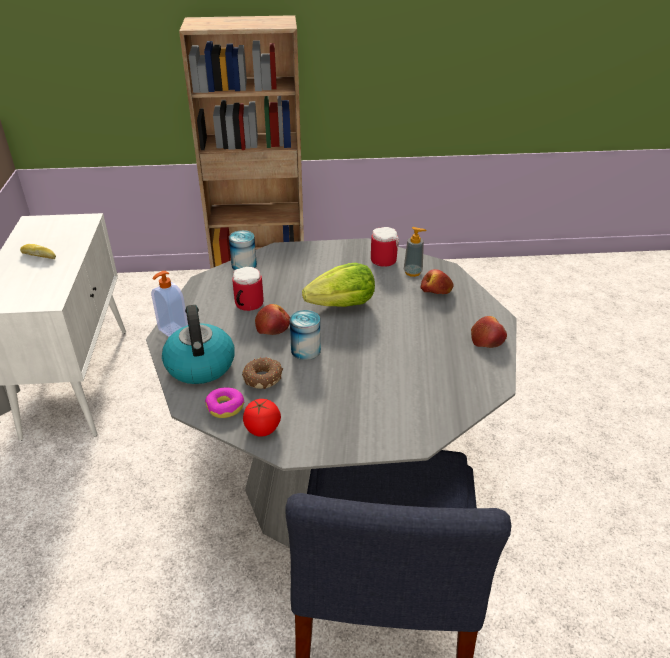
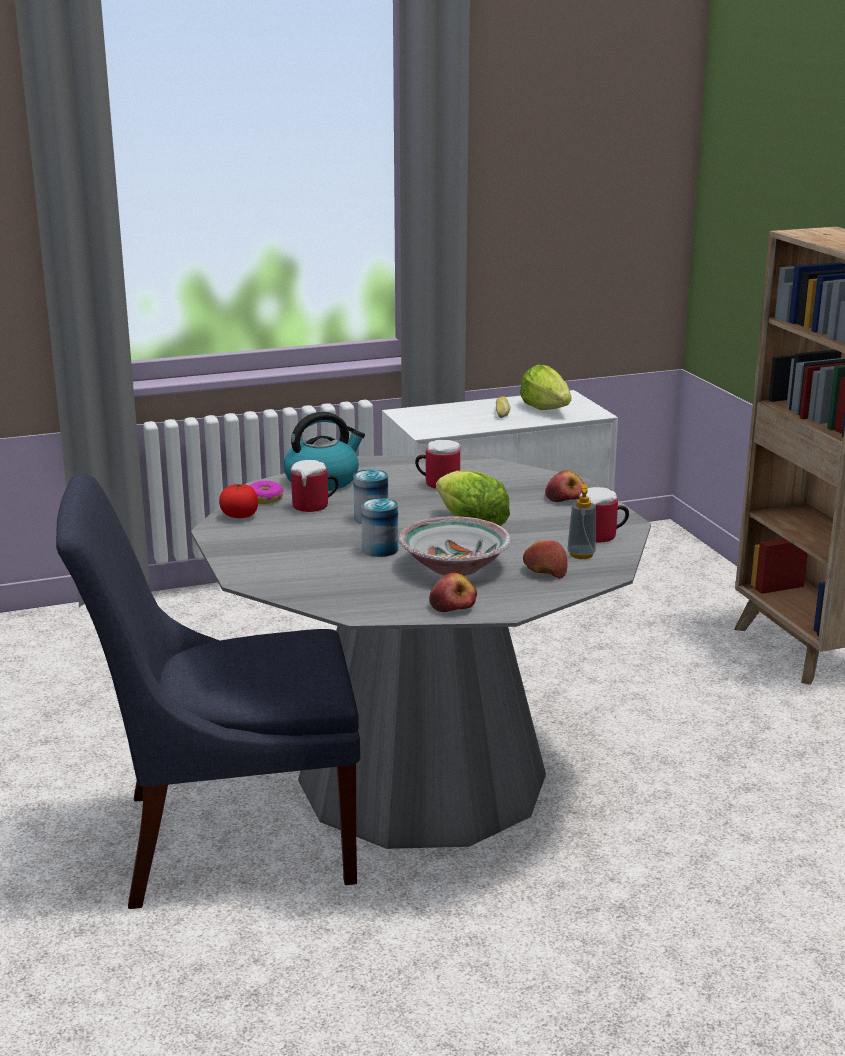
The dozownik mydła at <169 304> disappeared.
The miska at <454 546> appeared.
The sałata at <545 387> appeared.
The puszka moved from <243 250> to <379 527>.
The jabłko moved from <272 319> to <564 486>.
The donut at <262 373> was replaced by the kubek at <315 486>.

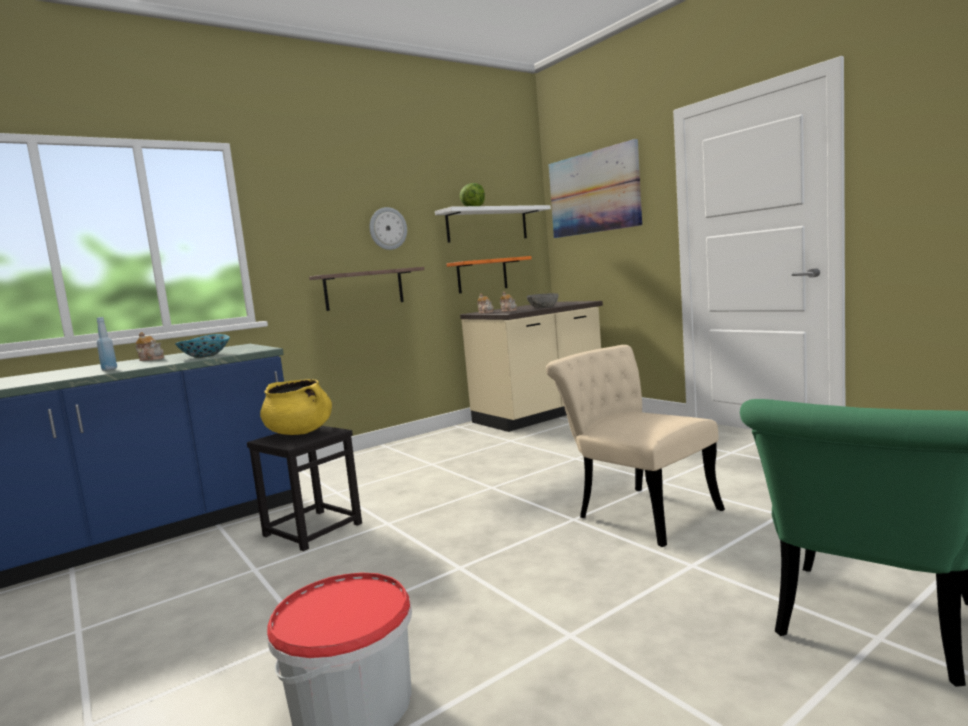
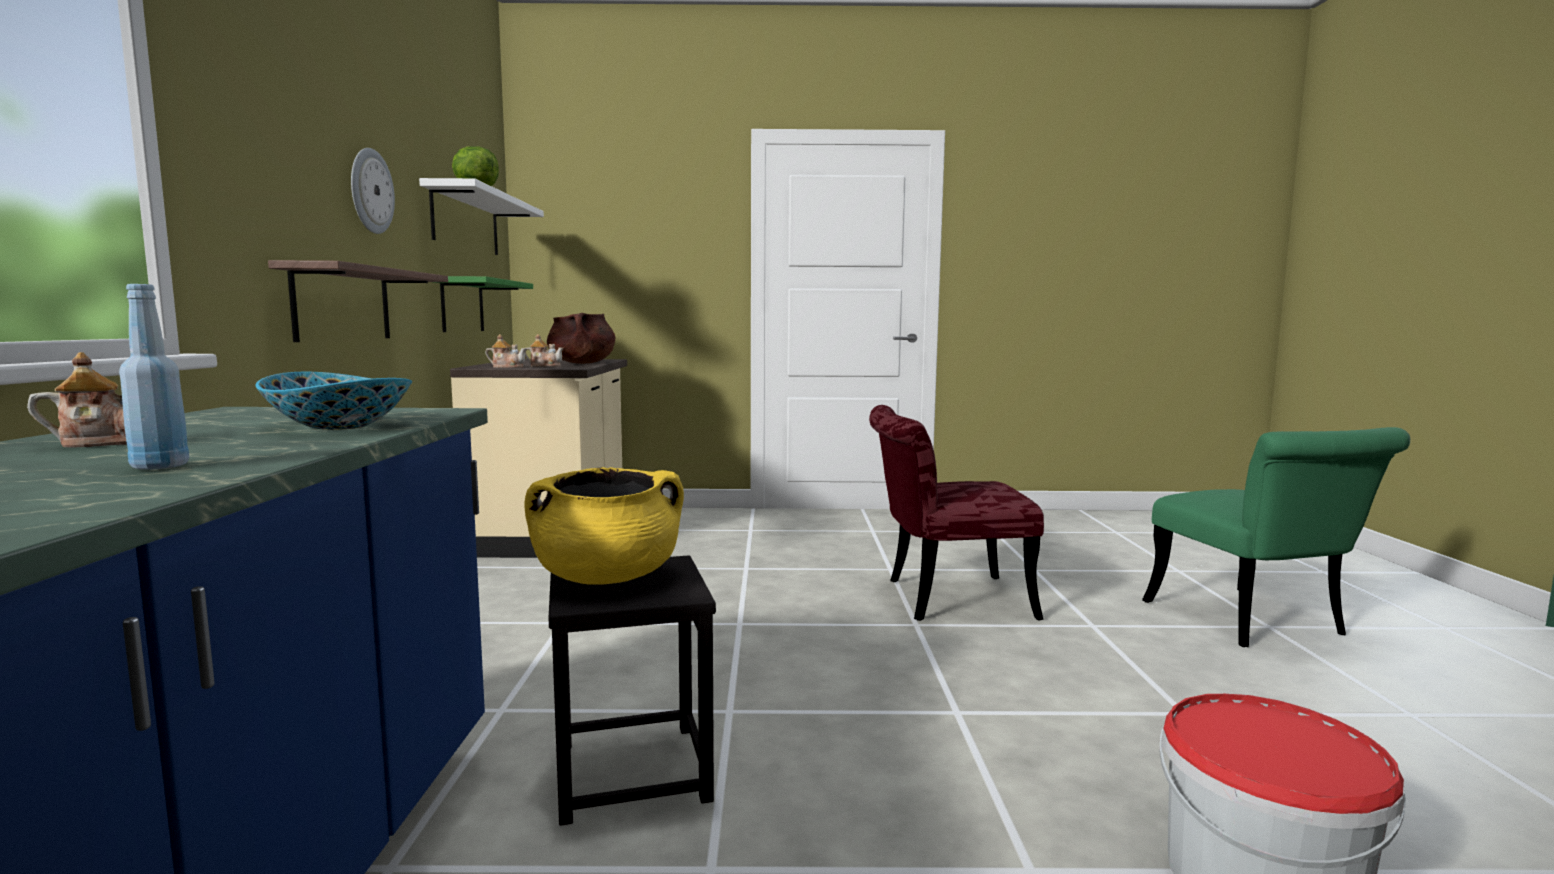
The obraz at <595 188> disappeared.
The miska (szary) at <543 300> was replaced by the garnek (brązowy) at <581 338>.
The półka (pomarańczowy) at <489 274> became the półka (zielony) at <483 304>.
The krzesło (beżowy) at <635 446> became the krzesło (czerwony) at <956 513>.

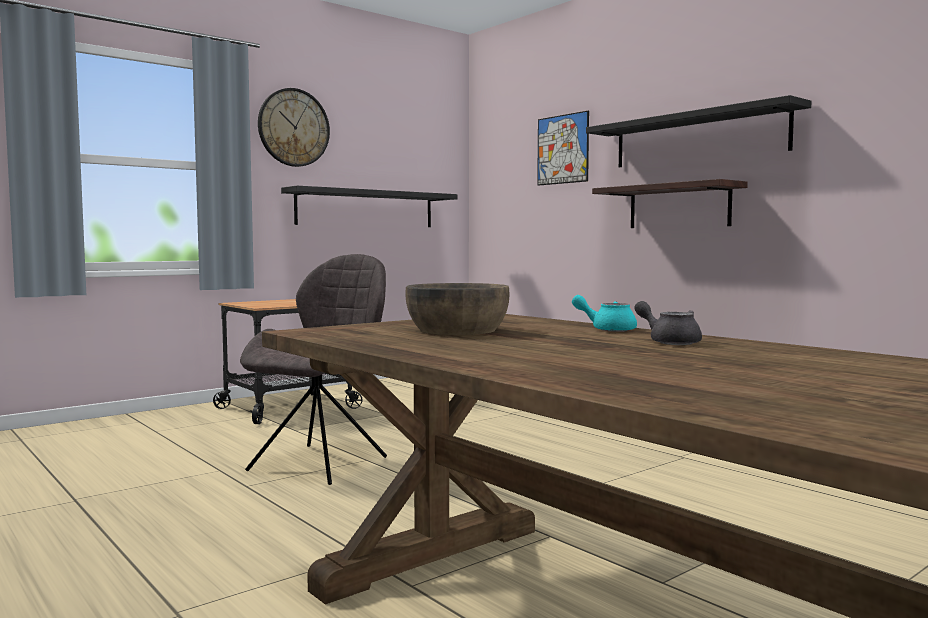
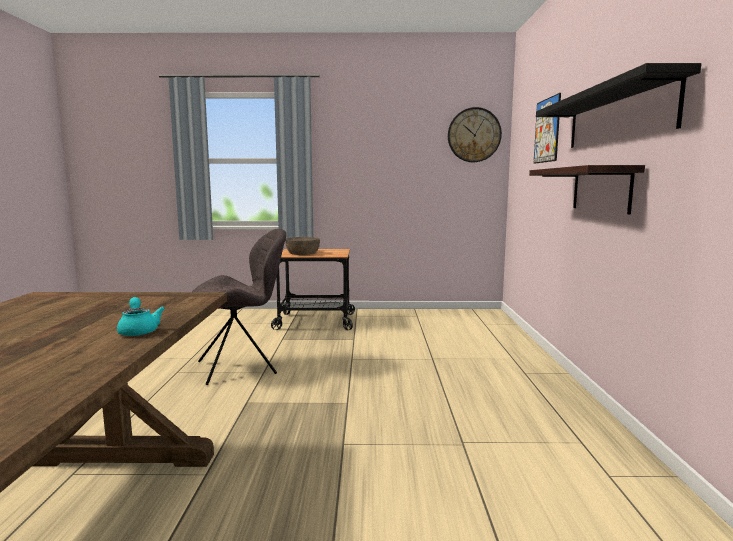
The półka (czarny) at <369 206> disappeared.
The imbryk (szary) at <668 323> disappeared.
The zegar ścienny moved from <294 127> to <475 134>.
The miska (brązowy) moved from <457 309> to <302 246>.

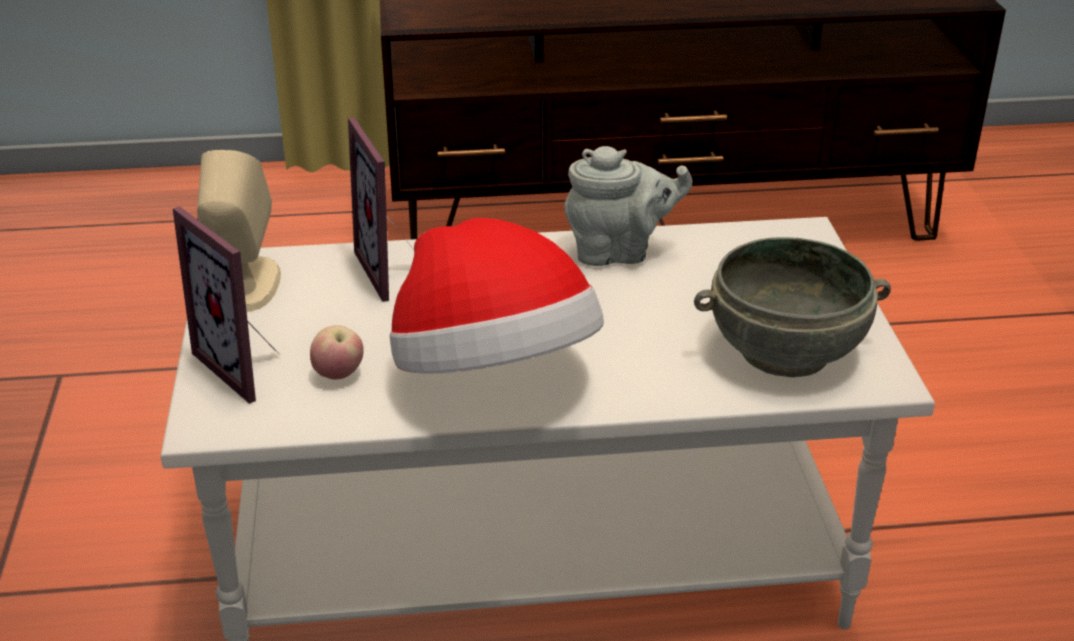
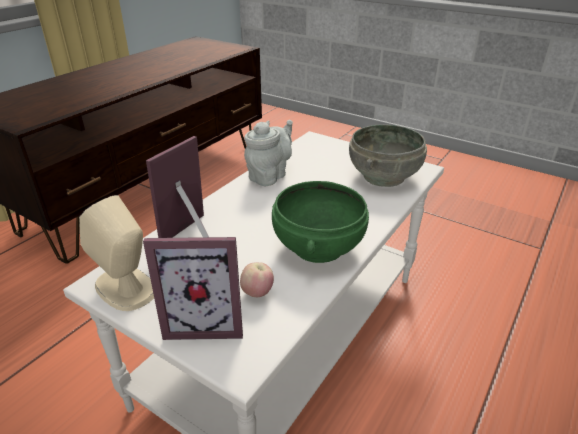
The kapelusz at <497 296> was replaced by the miska (zielony) at <320 222>.
The ramka na zdjęcie at <381 209> turned 105 degrees clockwise.

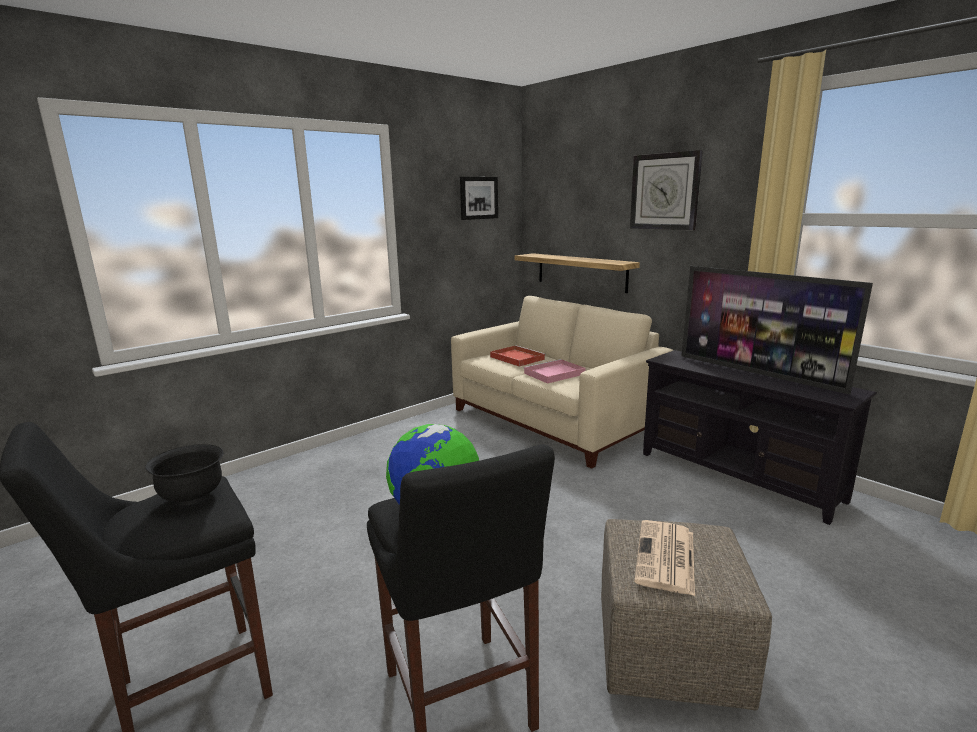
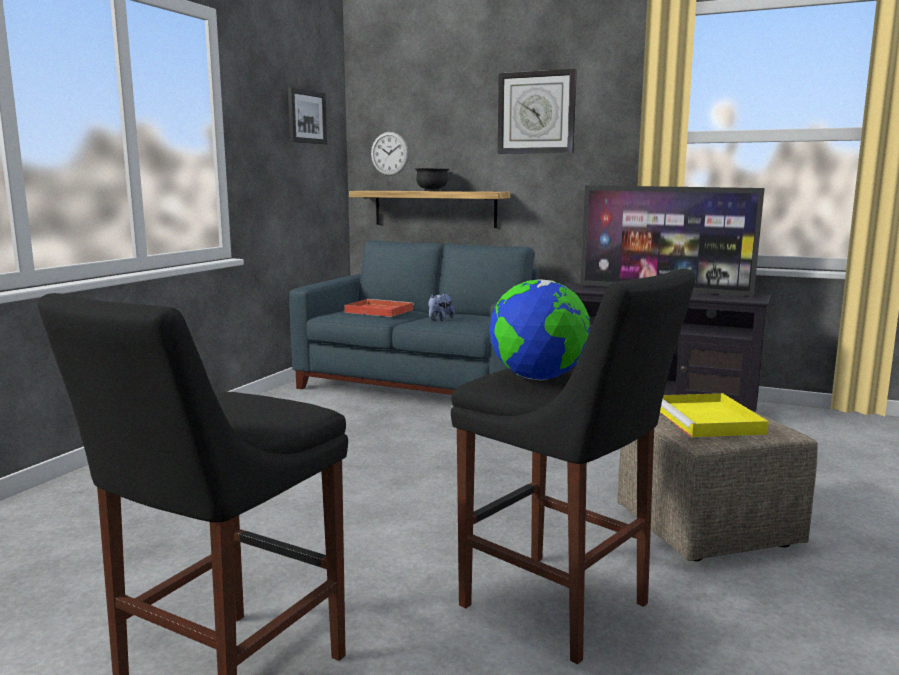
The zegar ścienny at <390 154> appeared.
The miska (czarny) moved from <184 474> to <432 179>.
The taca (różowy) at <554 371> was replaced by the pluszak at <441 307>.
The gazeta at <664 558> was replaced by the taca (żółty) at <714 415>.
The kanapa (beżowy) at <562 382> became the kanapa (niebieski) at <414 317>.

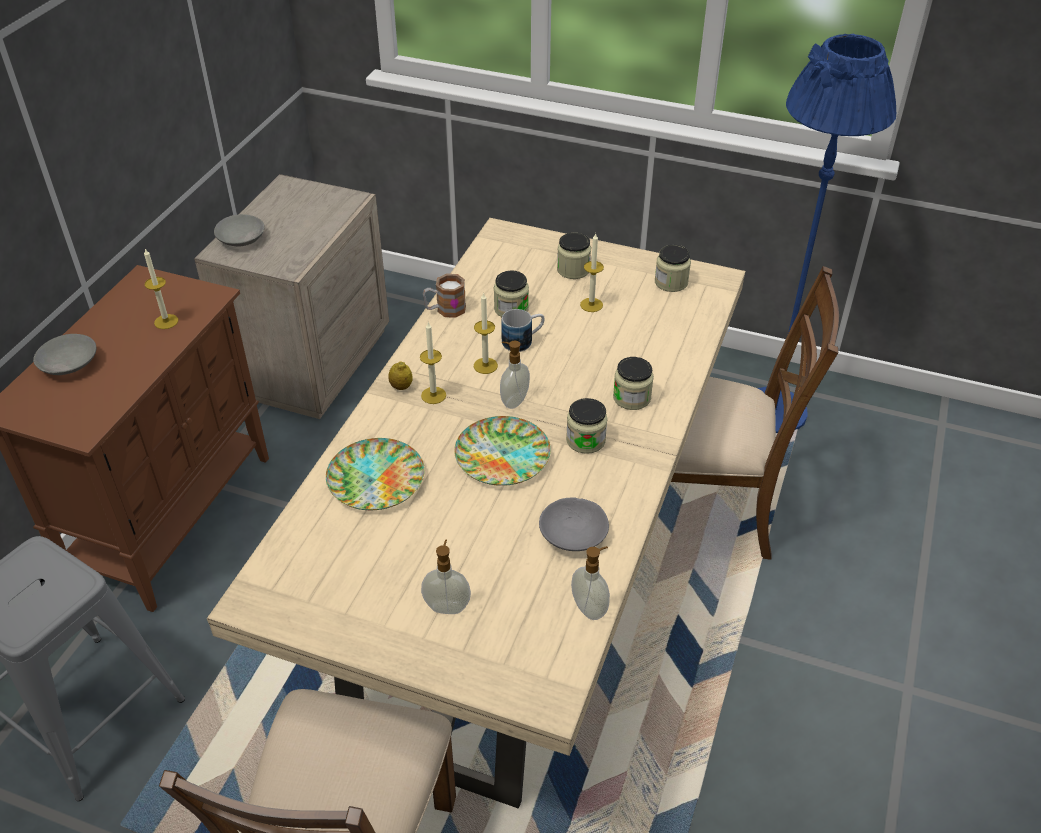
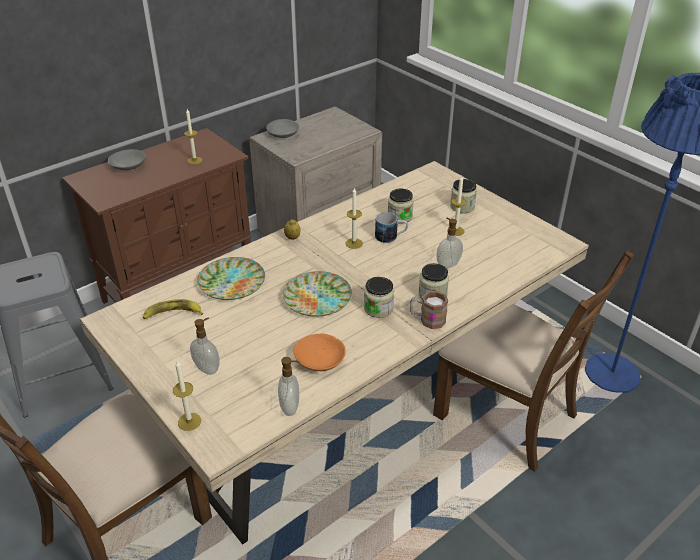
The słoik at <673 268> disappeared.
The banan at <173 309> appeared.
The świeca moved from <433 363> to <187 396>.
The kubek moved from <444 296> to <429 310>.
The dozownik mydła moved from <515 375> to <449 243>.
The miska (szary) at <574 524> became the miska (pomarańczowy) at <319 352>.

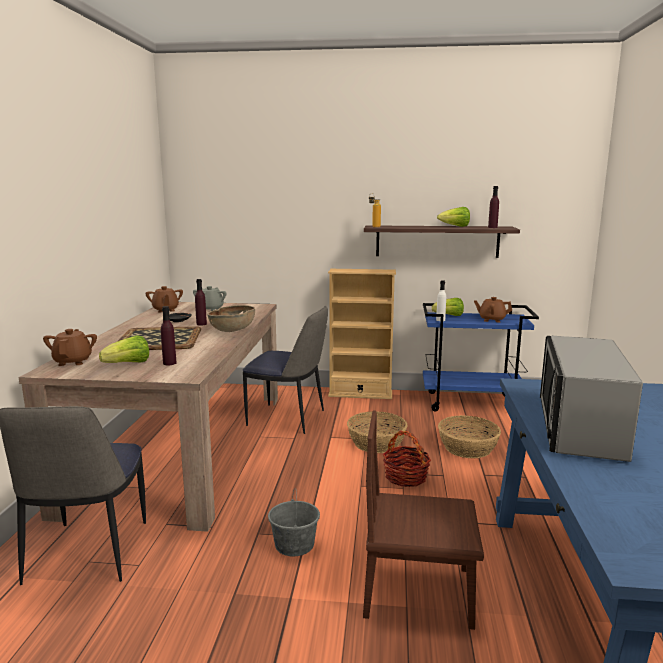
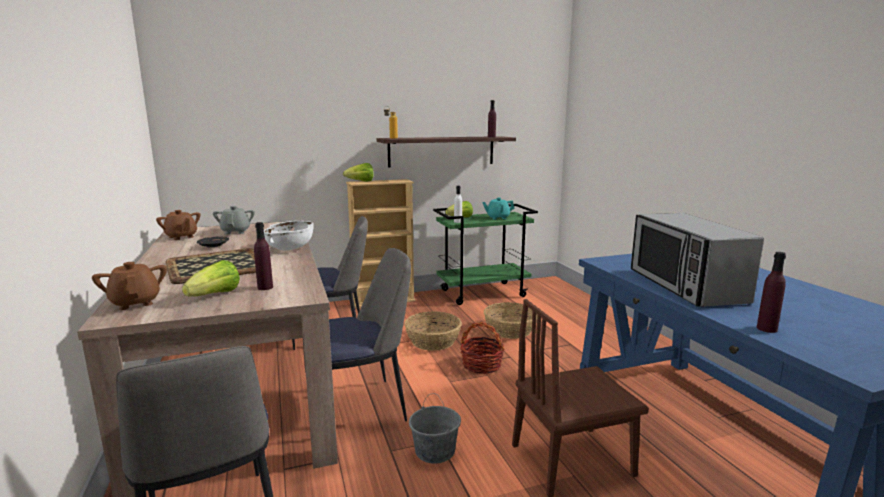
The krzesło at <357 334> appeared.
The butelka (fioletowy) moved from <201 302> to <771 292>.
The sałata moved from <453 217> to <358 172>.
The miska (brązowy) at <231 318> became the miska (biały) at <288 235>.
The wózek (niebieski) at <481 357> became the wózek (zielony) at <485 254>.
The imbryk (brązowy) at <493 309> became the imbryk (turkusowy) at <498 209>.

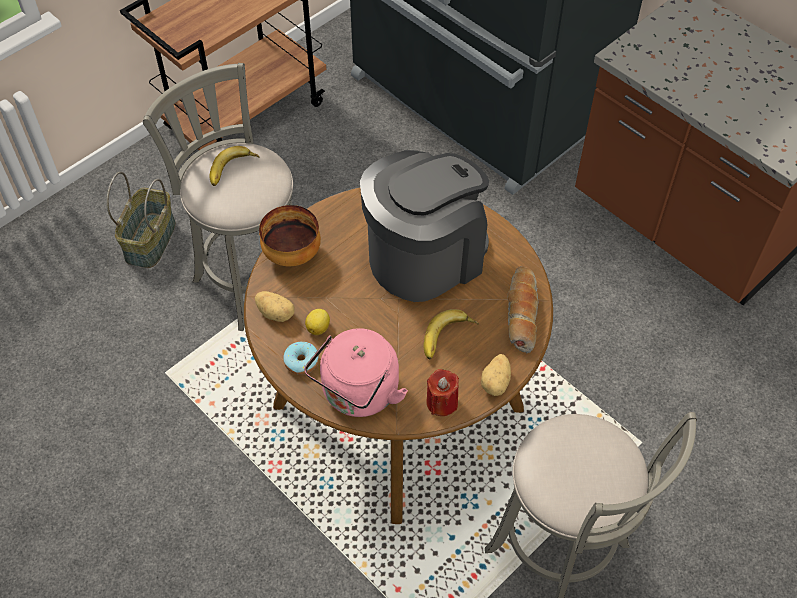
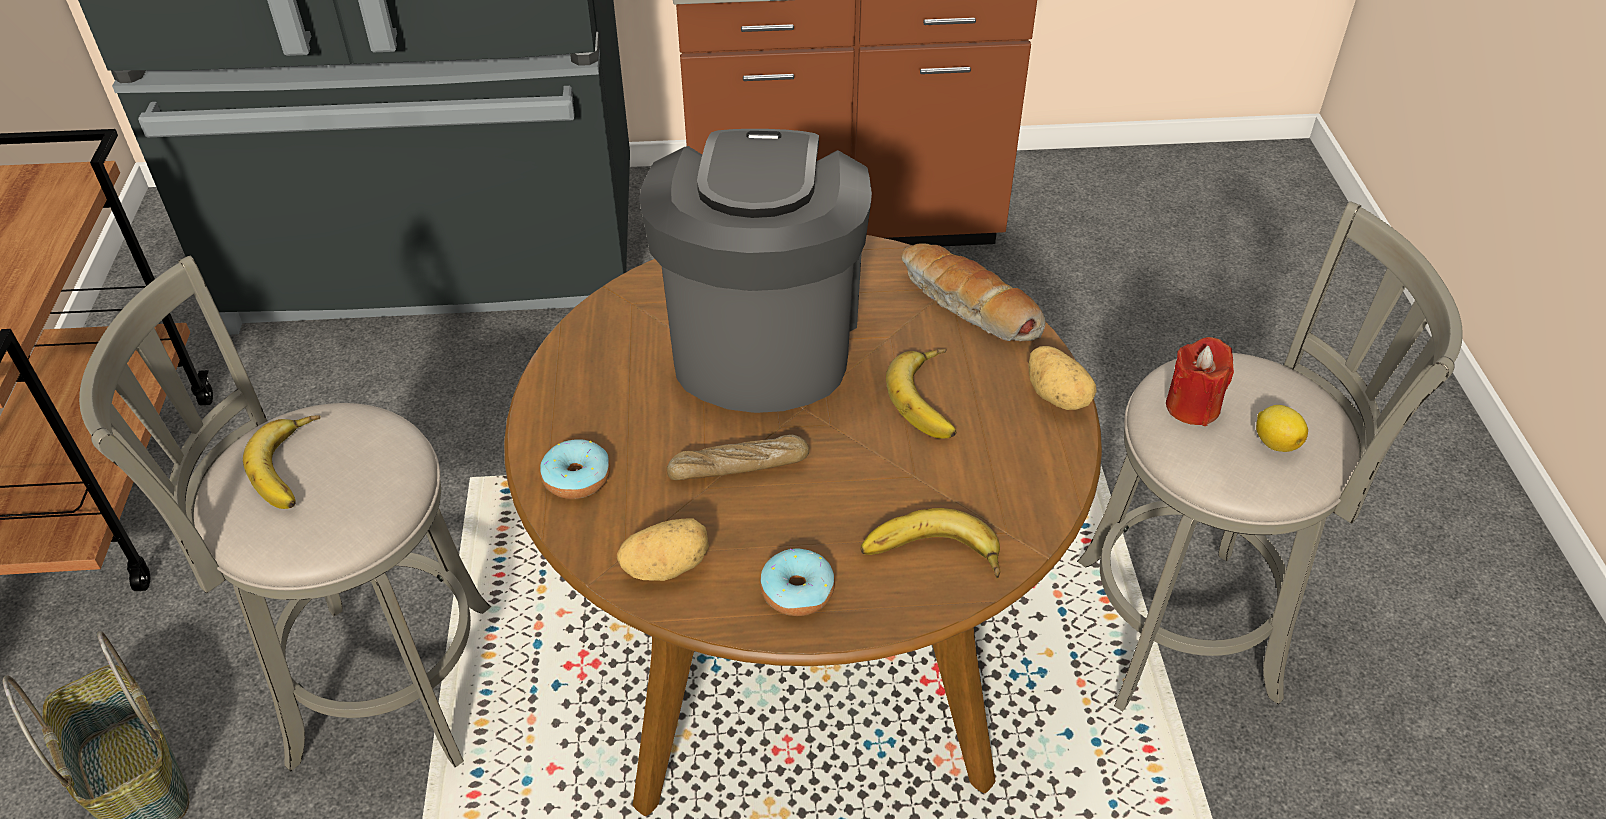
The chleb at <738 457> appeared.
The cytryna moved from <317 322> to <1282 428>.
The świeca (czerwony) moved from <442 392> to <1200 381>.
The miska at <290 235> was replaced by the donut at <575 469>.
The czajnik (różowy) at <356 372> was replaced by the banan at <930 543>.

